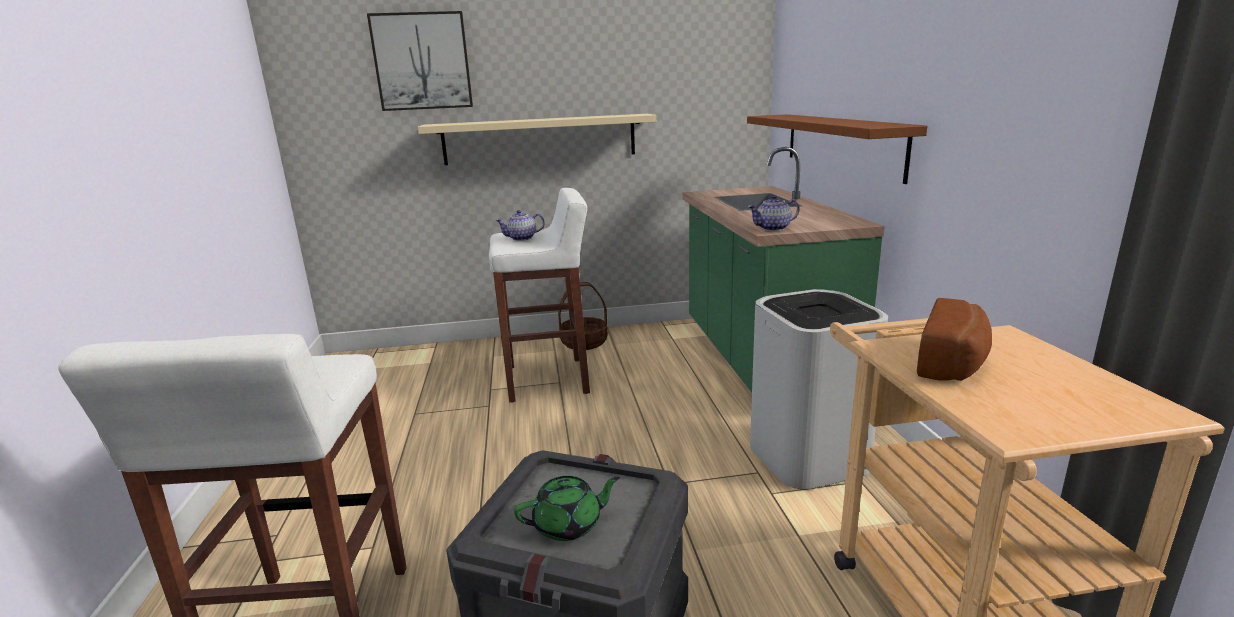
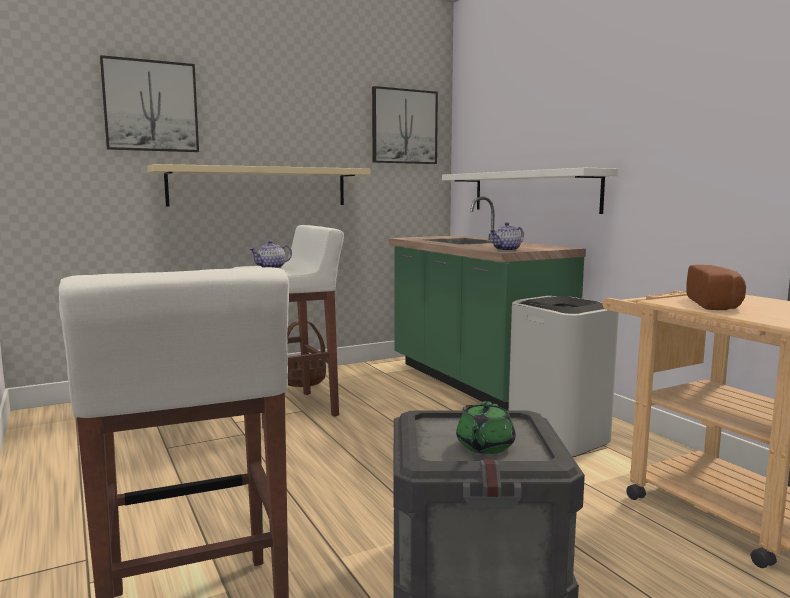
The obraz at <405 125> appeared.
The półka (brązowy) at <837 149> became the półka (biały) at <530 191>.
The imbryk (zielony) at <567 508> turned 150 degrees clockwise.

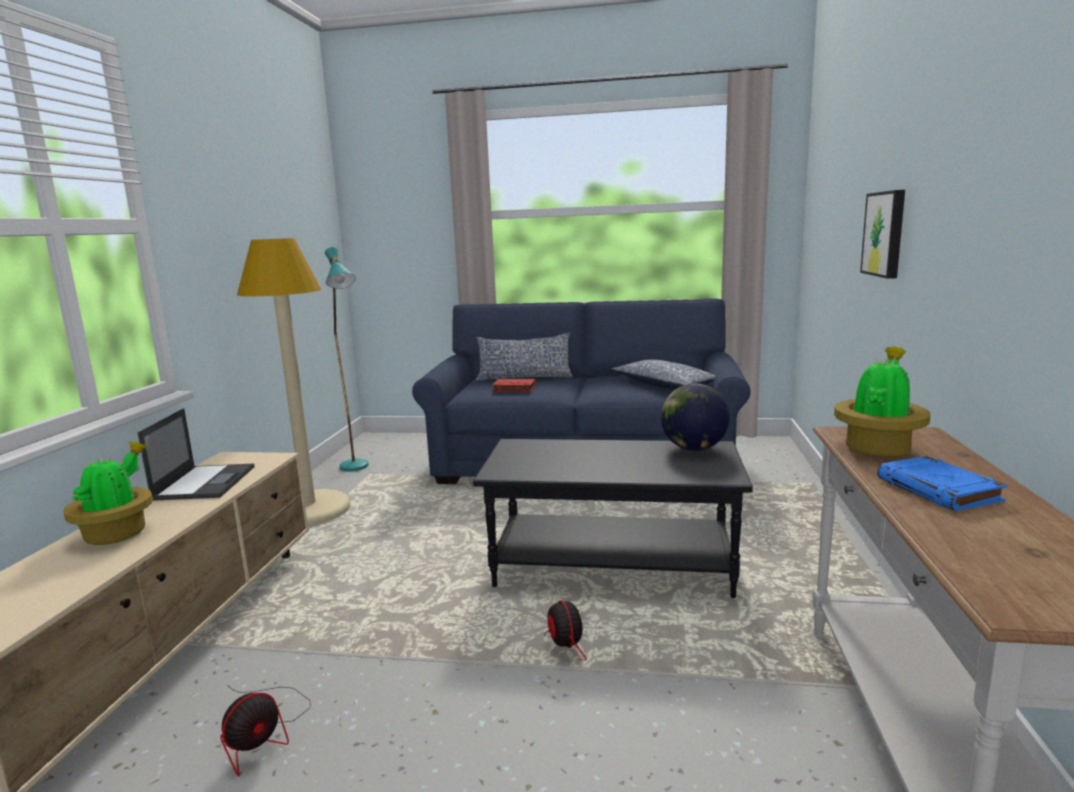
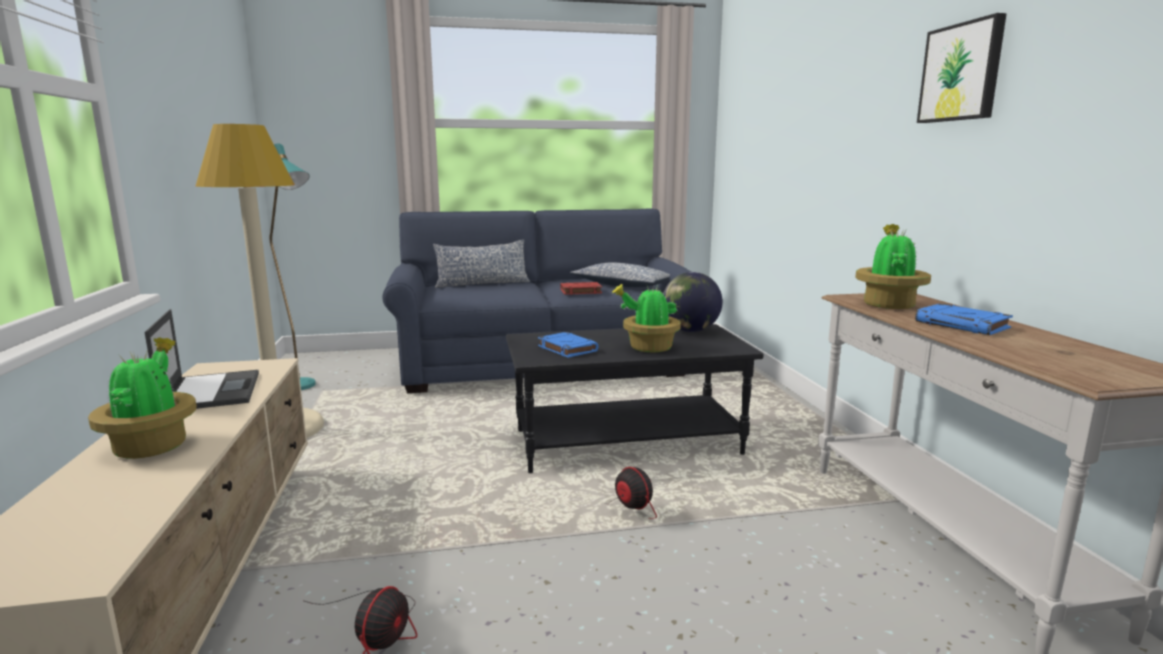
The książka (niebieski) at <568 345> appeared.
The roślina doniczkowa at <646 318> appeared.
The książka (czerwony) moved from <514 385> to <581 288>.
The obraz moved from <882 234> to <962 68>.

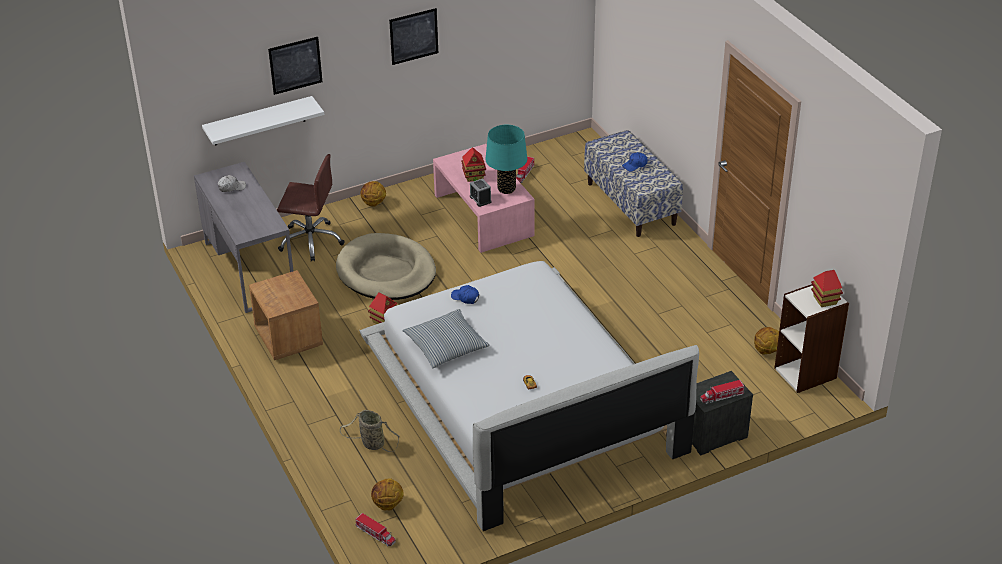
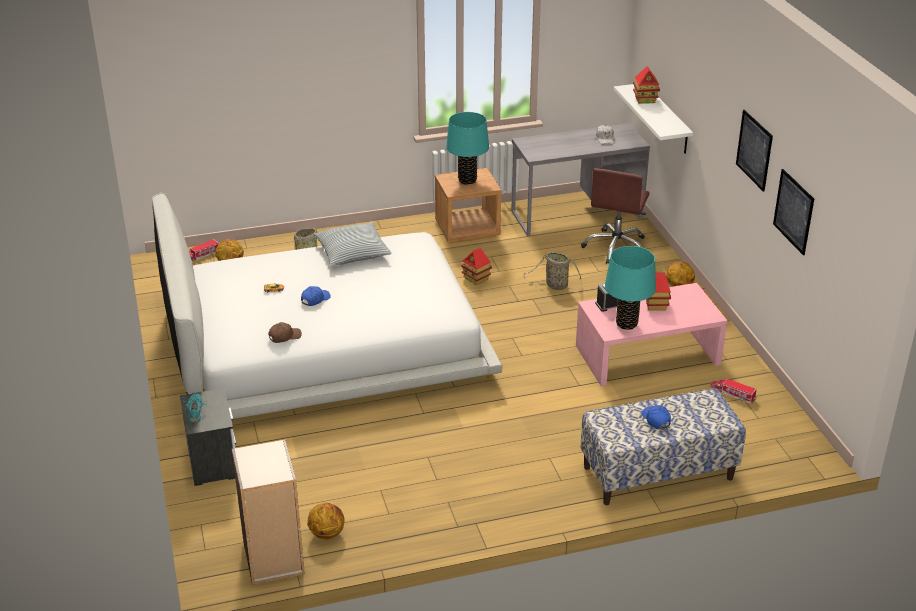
The czapka z daszkiem (brązowy) at <285 332> appeared.
The lampa stołowa (turkusowy) at <467 148> appeared.
The obraz moved from <295 66> to <793 212>.
The czapka z daszkiem (niebieski) moved from <465 294> to <316 296>.
The domek moved from <827 288> to <646 85>.
The legowisko (beżowy) at <386 266> was replaced by the koszyk at <552 271>.
The ciężarówka zabawkowa at <722 392> was replaced by the but (turkusowy) at <193 408>.

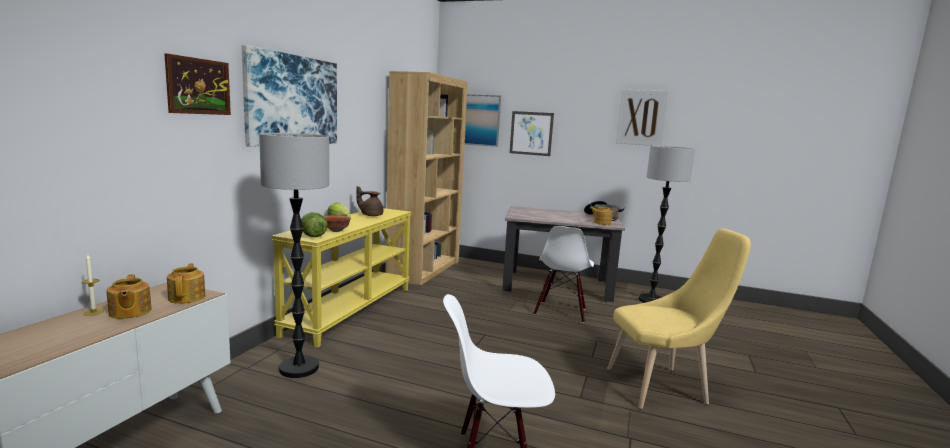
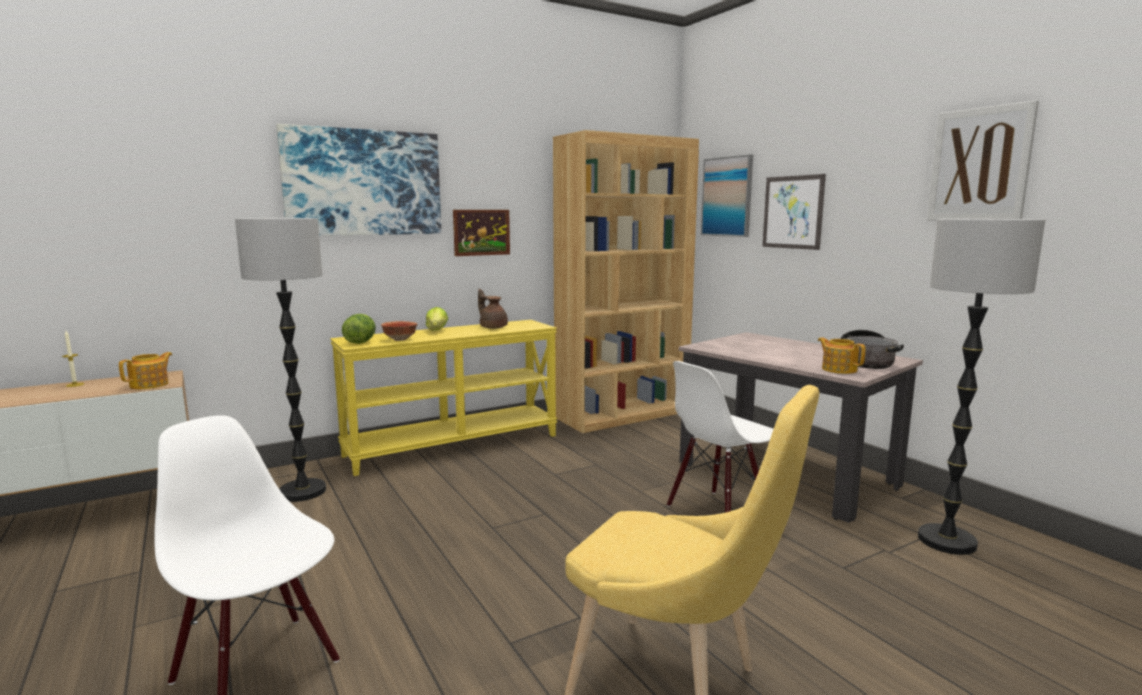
The imbryk at <129 296> disappeared.
The obraz moved from <197 84> to <481 233>.

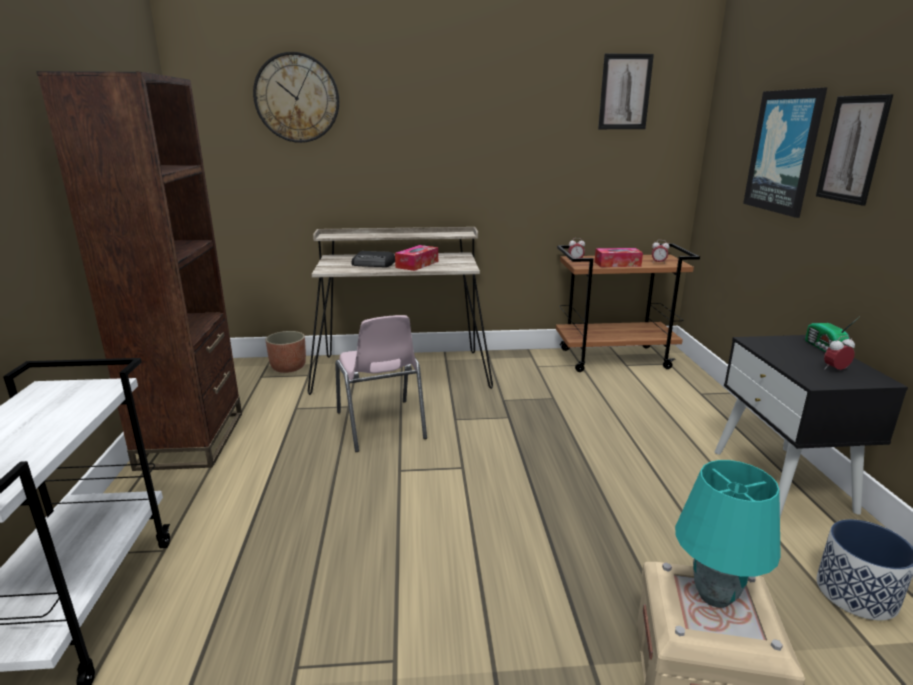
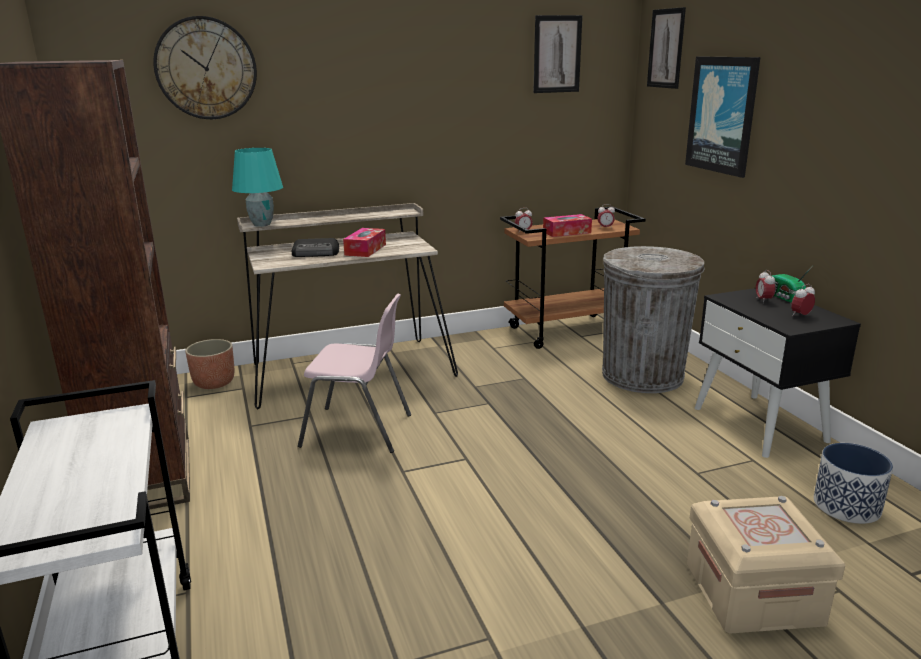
The kosz na śmieci (szary) at <653 319> appeared.
The budzik at <765 286> appeared.
The lampa stołowa (turkusowy) moved from <728 534> to <257 187>.
The obraz moved from <855 150> to <666 48>.
The krzesło (różowy) at <381 383> turned 45 degrees counterclockwise.

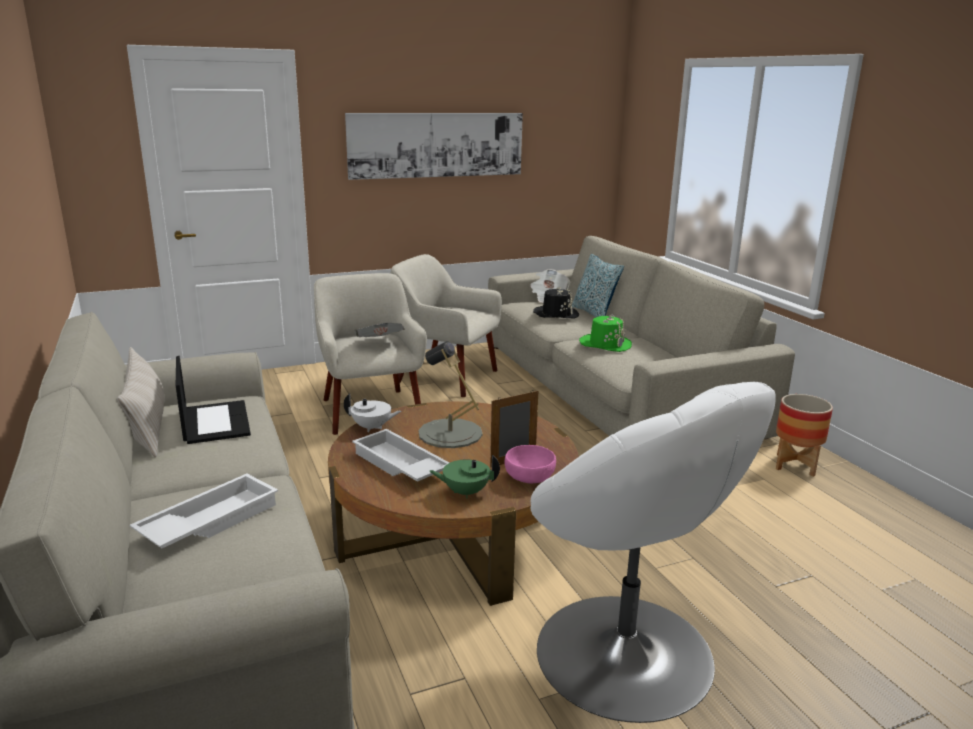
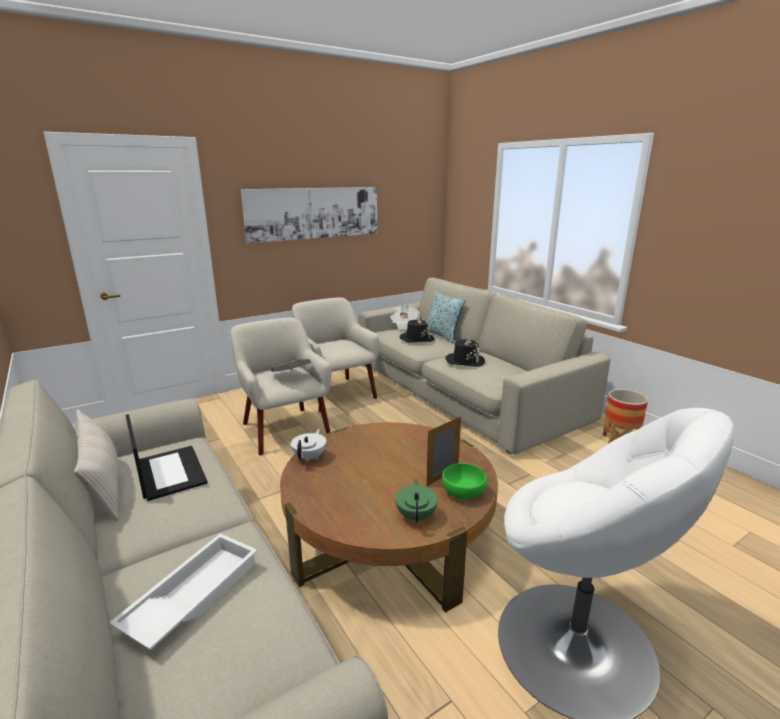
The taca (biały) at <400 455> disappeared.
The lampa stołowa (szary) at <451 394> disappeared.
The miska (różowy) at <530 464> became the miska (zielony) at <464 481>.
The kapelusz (zielony) at <605 333> became the kapelusz (czarny) at <465 352>.
The imbryk (biały) at <372 412> turned 75 degrees counterclockwise.
The fotel (beżowy) at <446 325> turned 45 degrees clockwise.
The imbryk (zielony) at <464 476> turned 105 degrees clockwise.

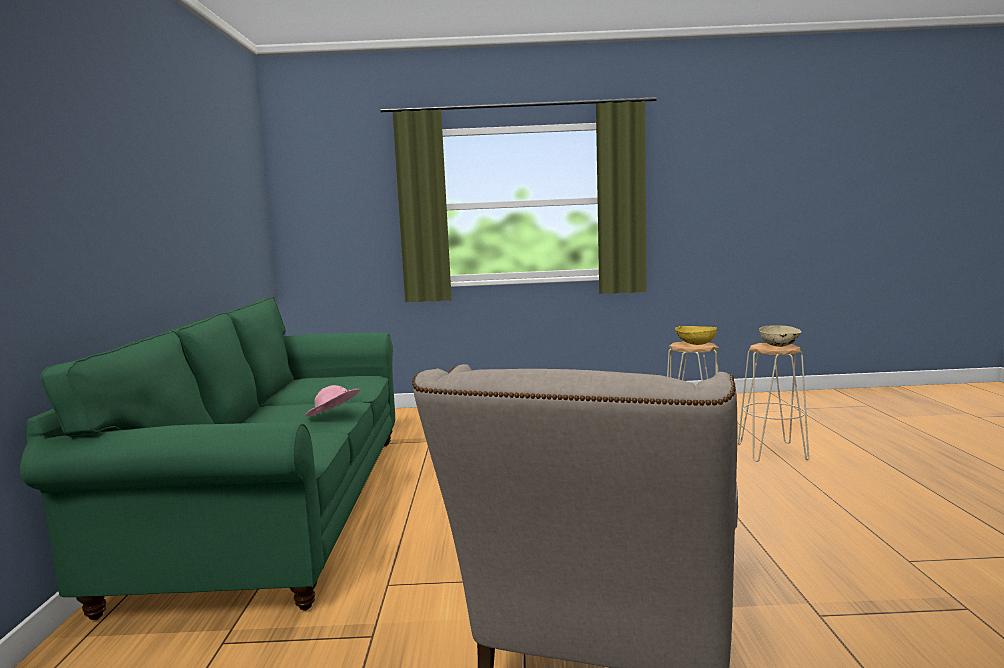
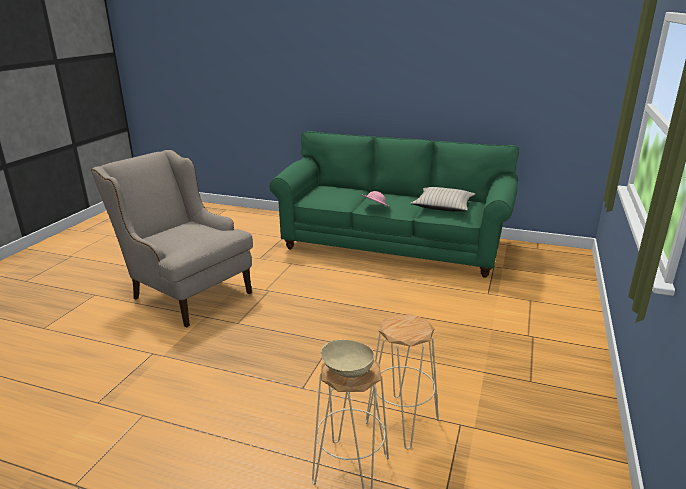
The miska (żółty) at <696 335> disappeared.
The poduszka (beżowy) at <442 199> appeared.

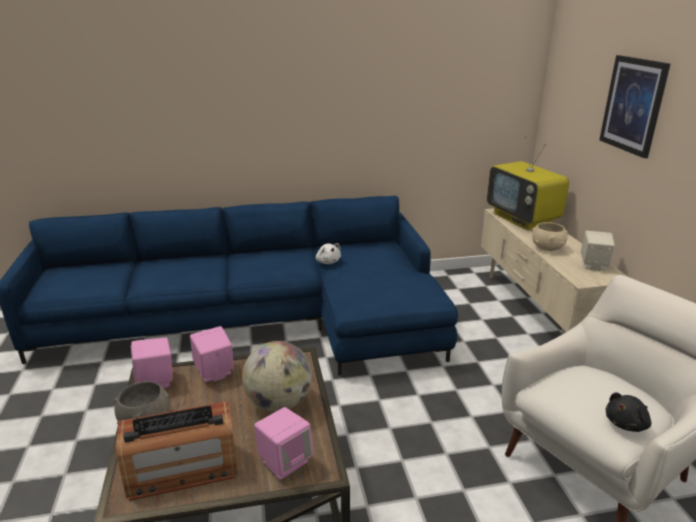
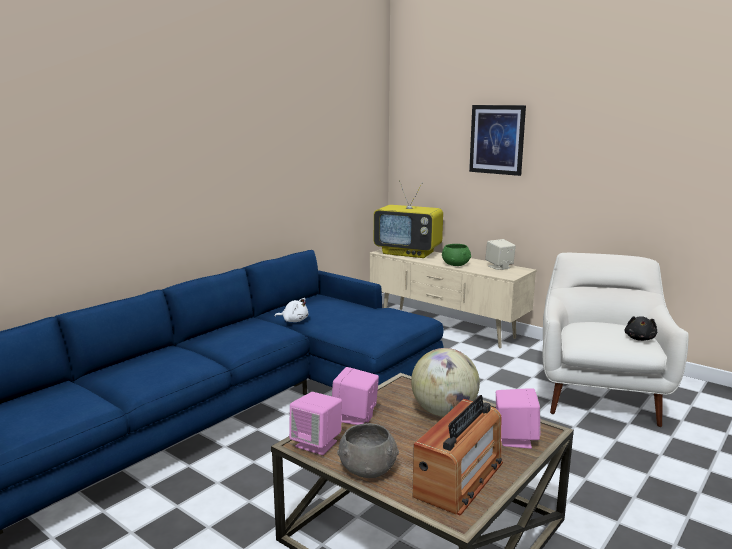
The miska (beżowy) at <550 236> became the miska (zielony) at <456 255>.

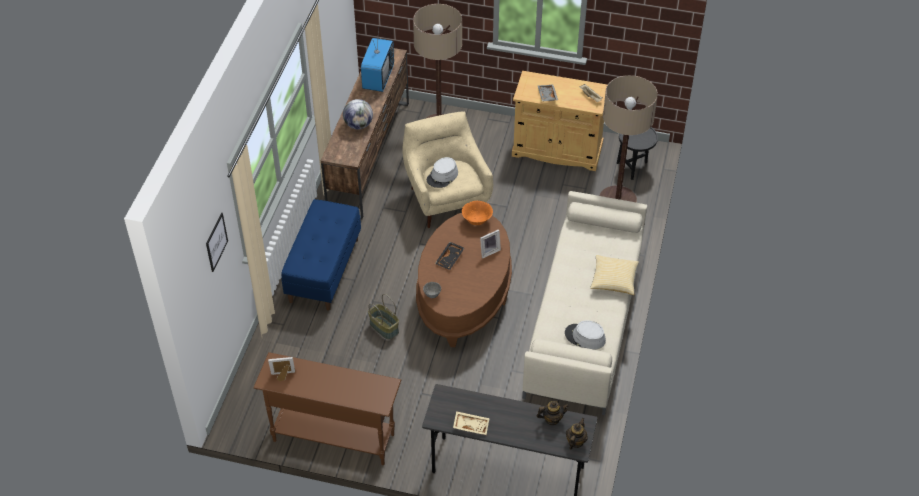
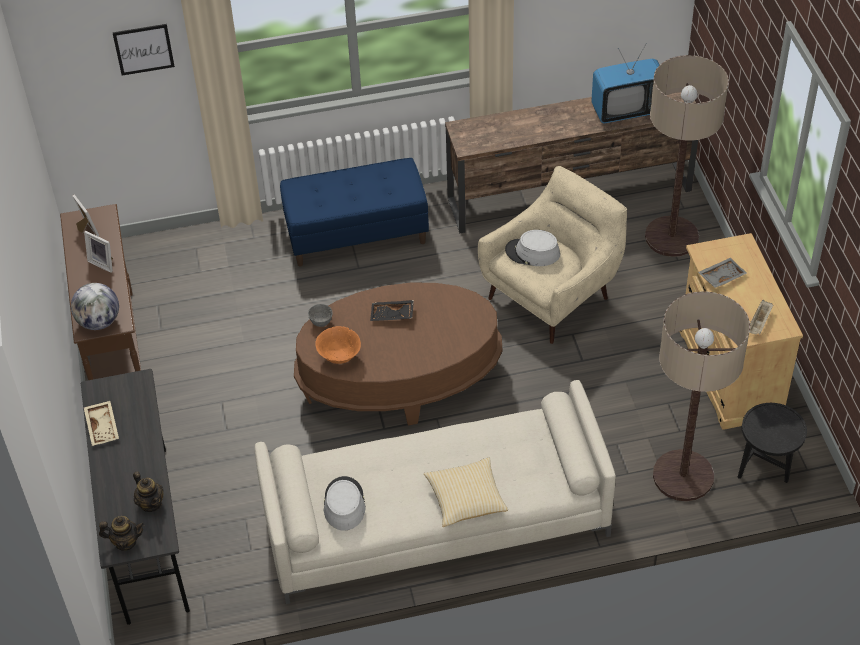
The koszyk at <383 317> disappeared.
The globus moved from <358 114> to <95 306>.
The miska (pomarańczowy) moved from <477 213> to <338 345>.
The ramka na zdjęcie moved from <490 243> to <98 252>.

